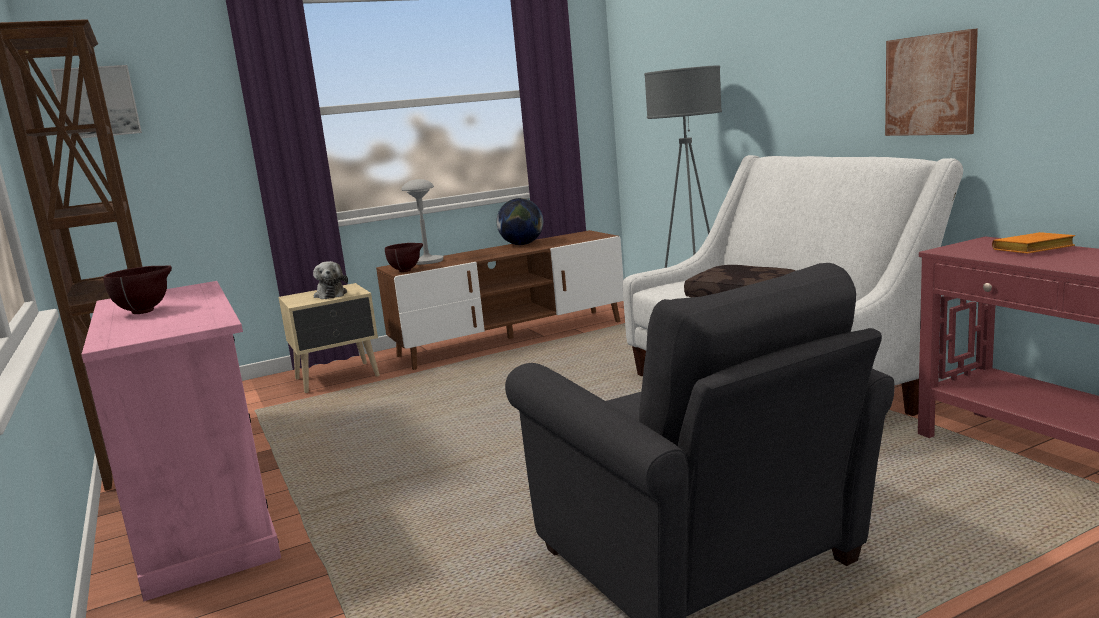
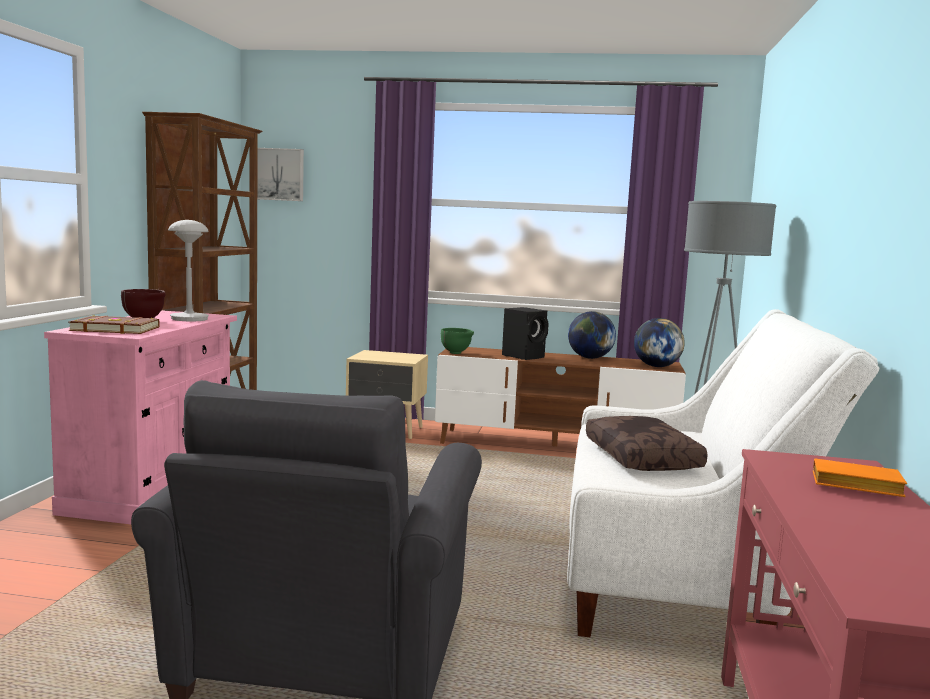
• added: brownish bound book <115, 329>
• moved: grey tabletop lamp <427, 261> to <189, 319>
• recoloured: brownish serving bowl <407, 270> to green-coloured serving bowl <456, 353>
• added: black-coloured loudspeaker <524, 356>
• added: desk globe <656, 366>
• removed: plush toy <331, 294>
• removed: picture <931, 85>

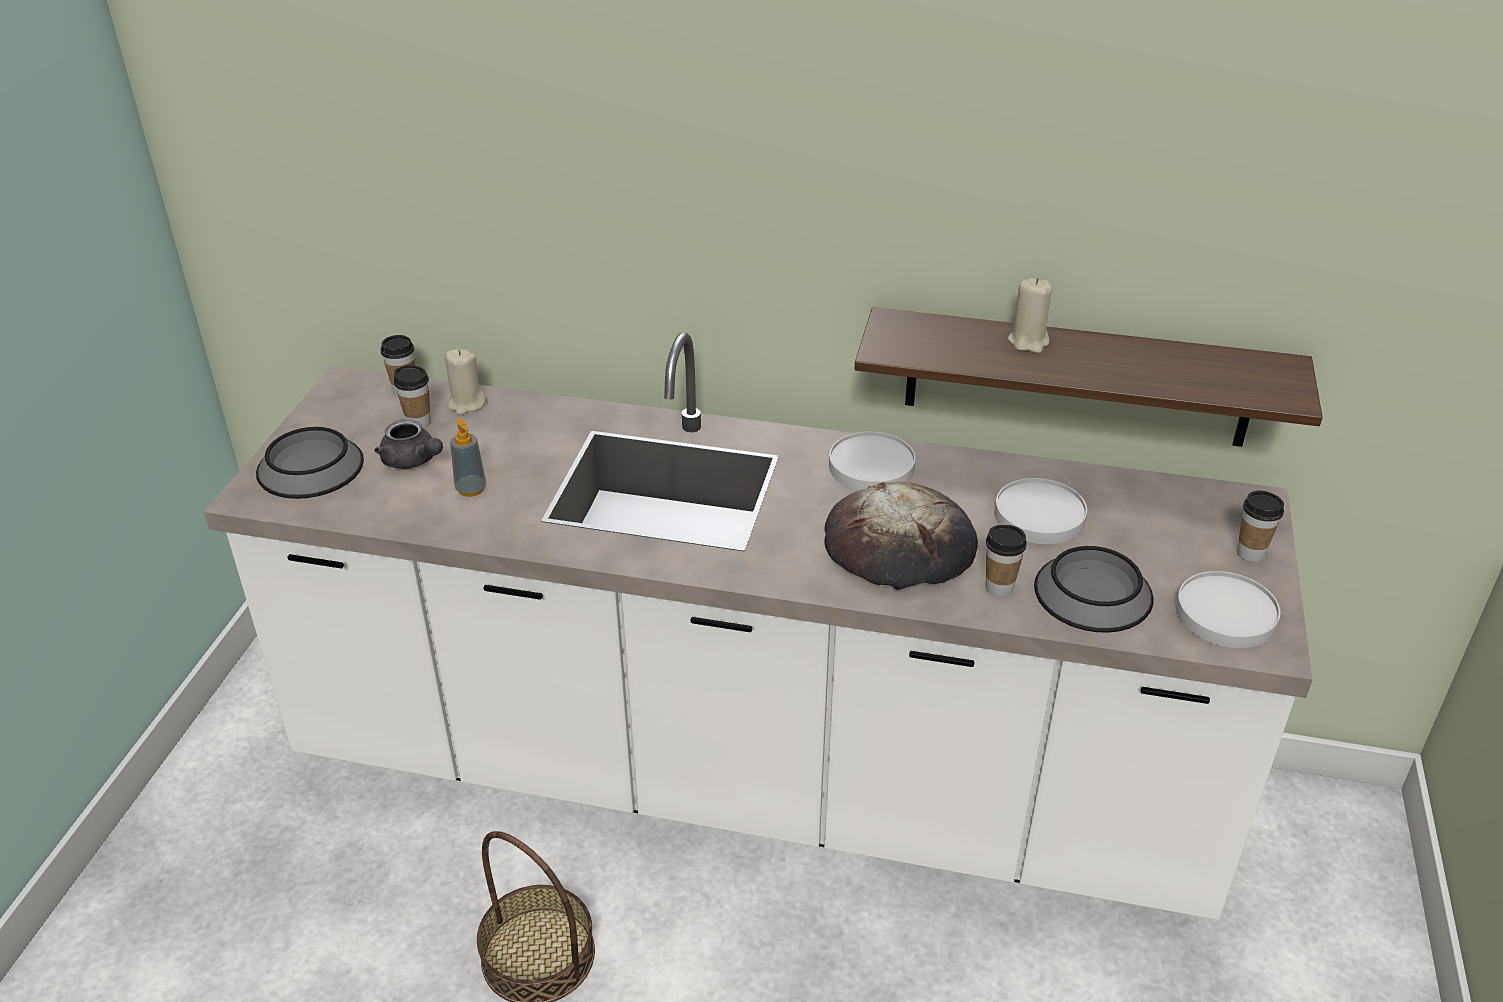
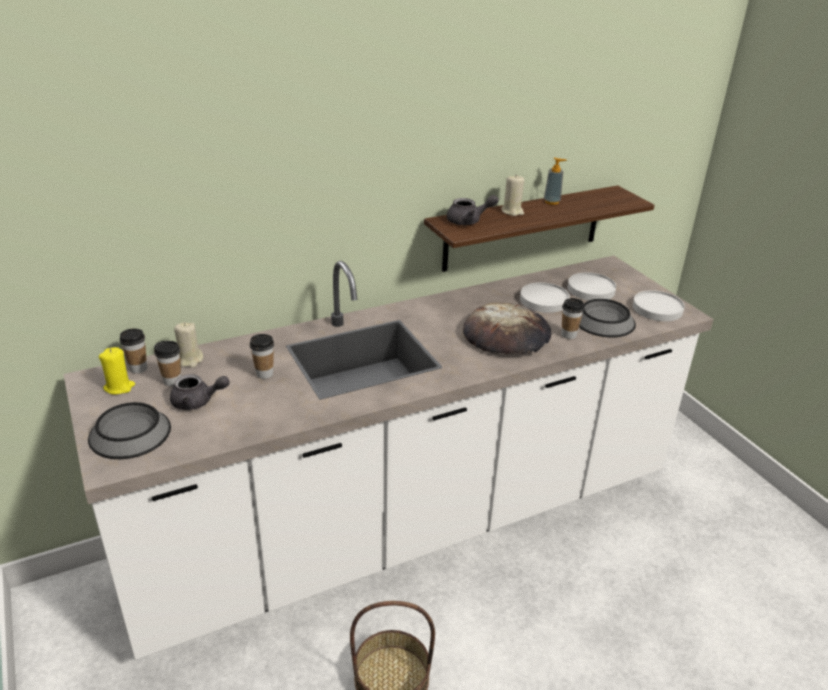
• added: yellow candle <119, 387>
• moved: small cup <1250, 553> to <264, 374>
• added: grey tea pot <468, 221>
• moved: liquid soap bottle <471, 489> to <551, 202>
• moved: whitish dinner plate <872, 466> to <591, 289>

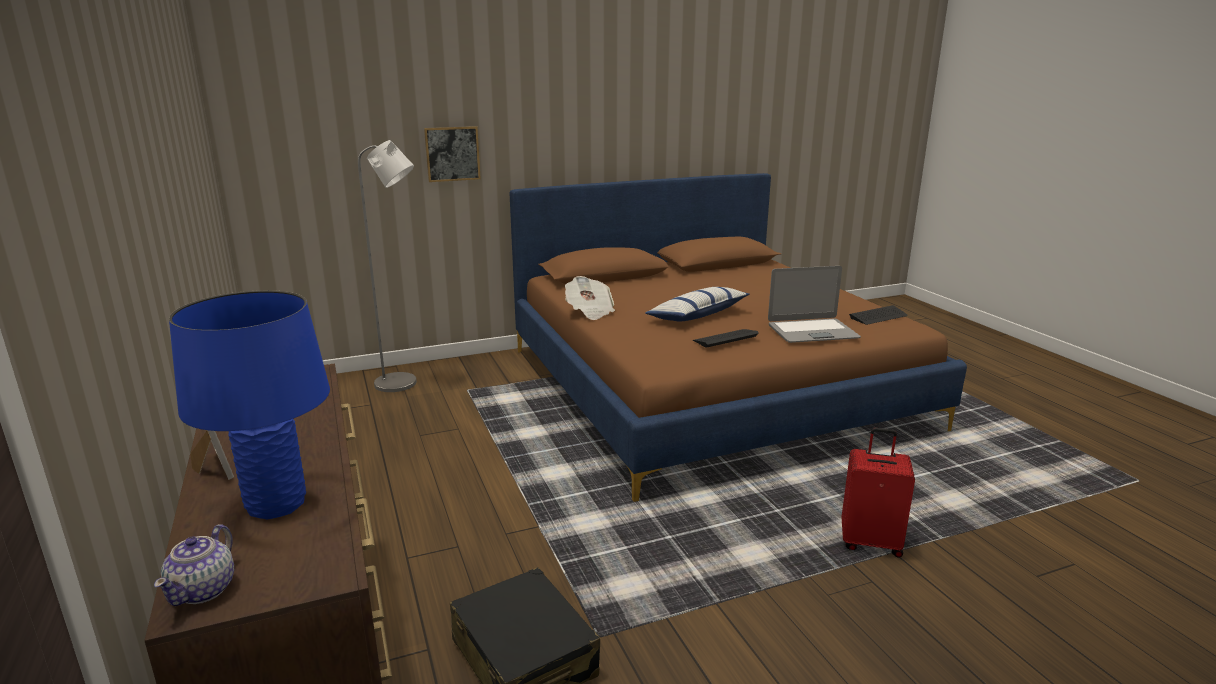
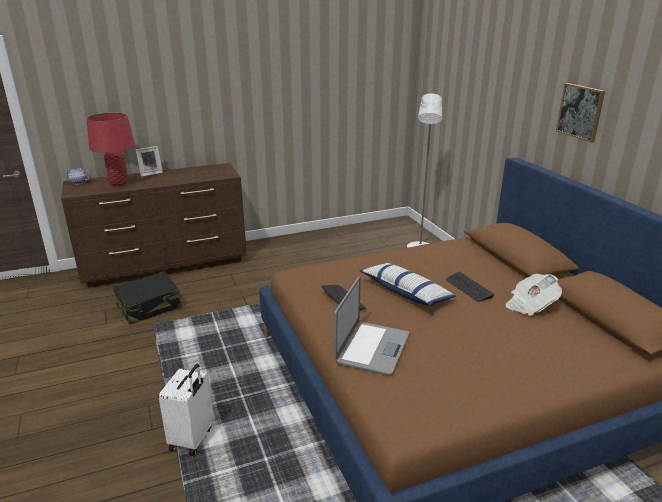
• recoloured: blue-coloured tabletop lamp <276, 504> to reddish tabletop lamp <119, 183>
• recoloured: reddish travel case <870, 542> to whitish travel case <192, 439>
• turned: portable computer <812, 332> = <372, 348> 150 degrees counterclockwise
• moved: computer keyboard <878, 316> to <468, 288>
• moved: newspaper <589, 311> to <530, 305>
• moved: picture <452, 154> to <580, 112>

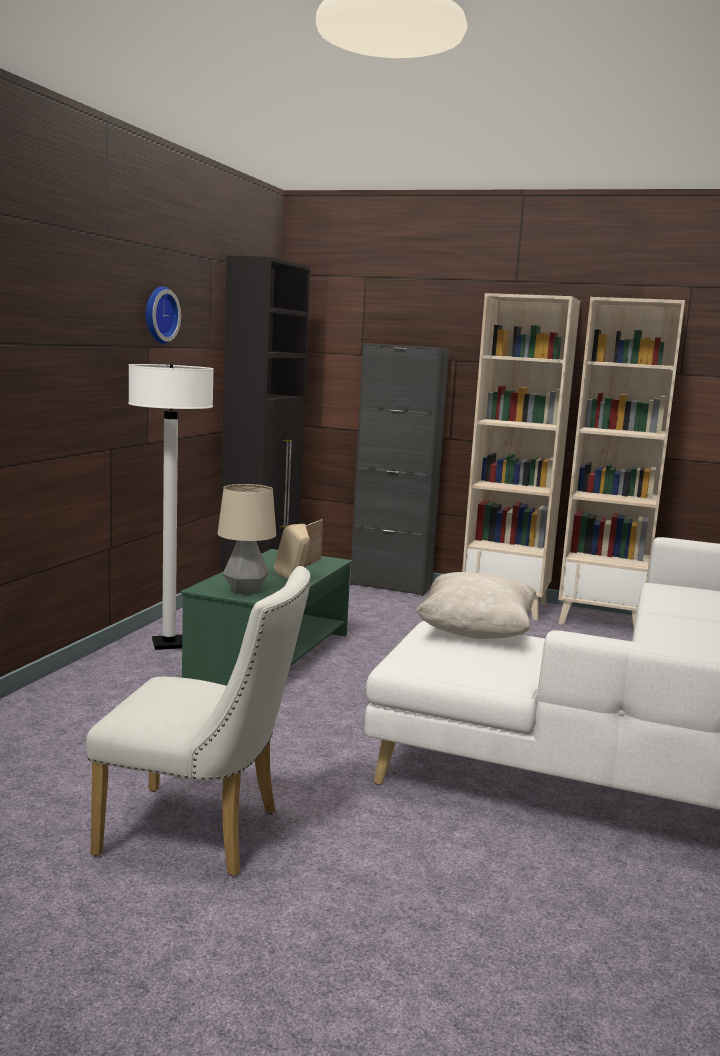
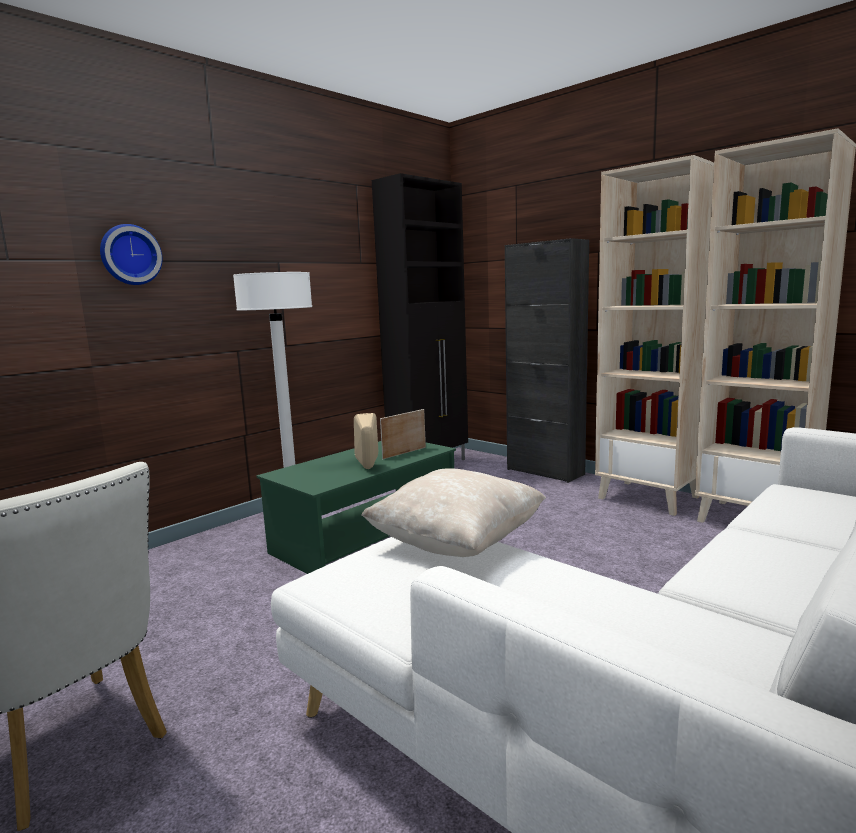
• moved: wall clock <158, 315> to <130, 255>
• removed: tabletop lamp <245, 591>

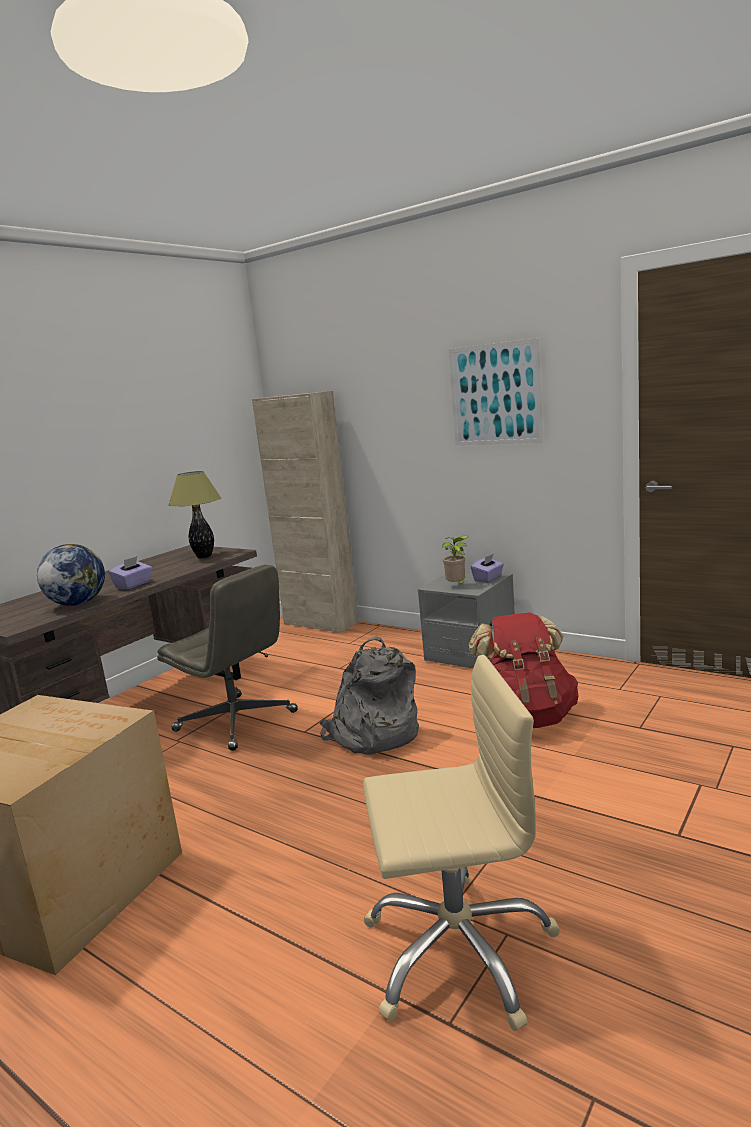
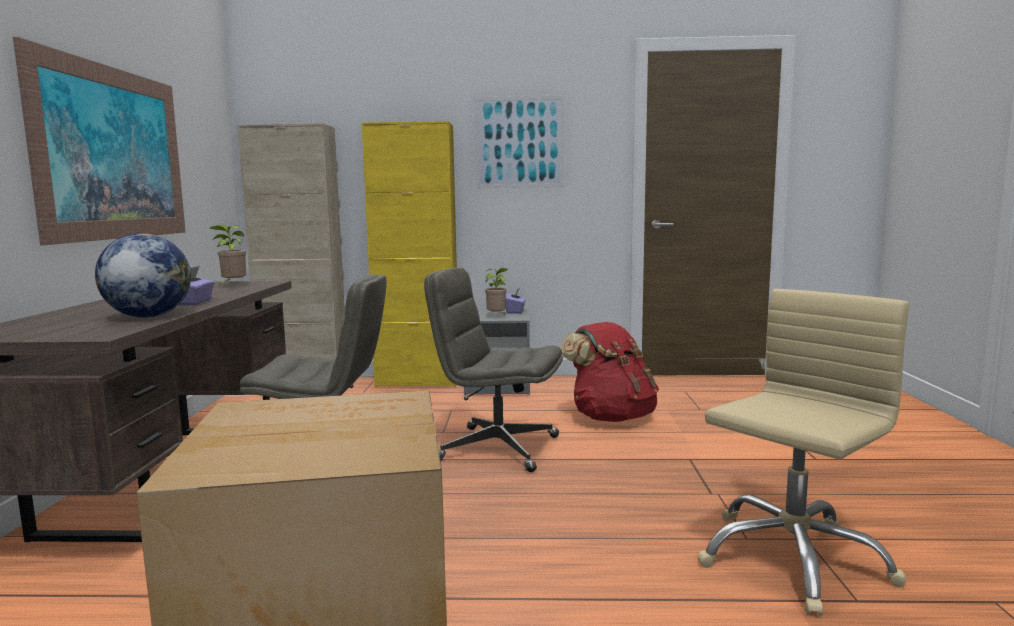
• added: picture <113, 153>
• replaced: tabletop lamp <204, 556> to plant in a pot <232, 286>
• added: yellow cabinet <418, 382>
• replaced: grey knapsack <373, 734> to grey office chair <496, 448>

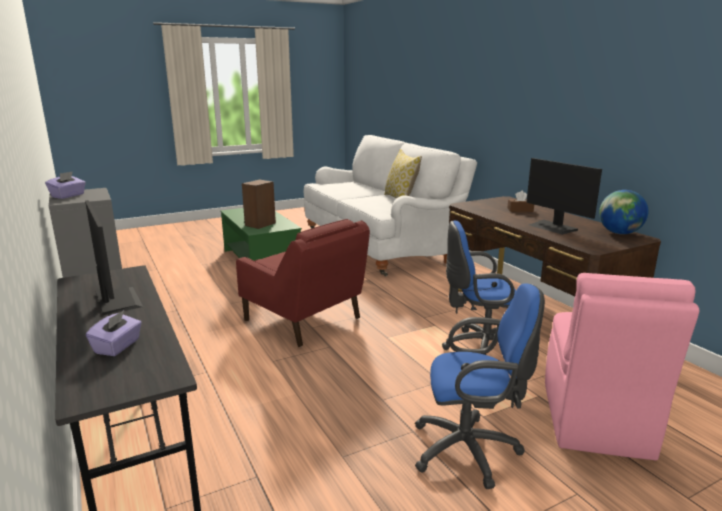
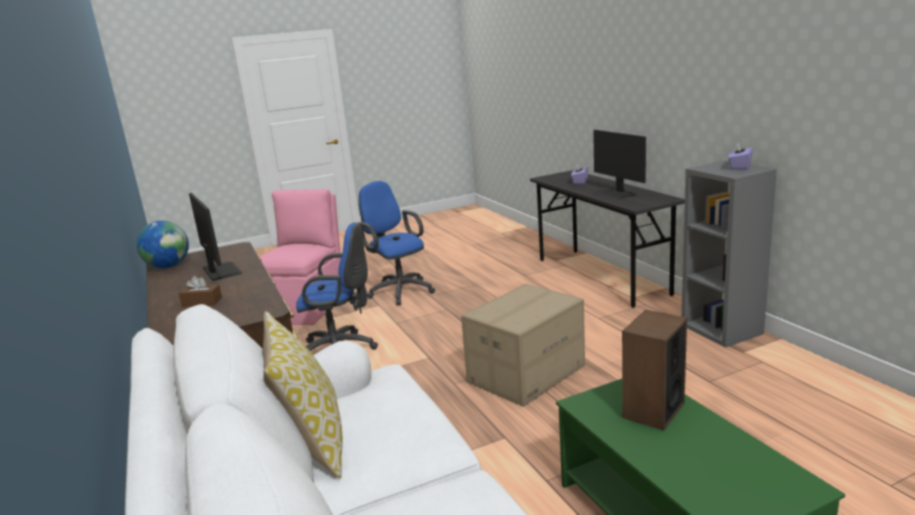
• turned: blue-coloured office chair <471, 450> = <399, 290> 45 degrees clockwise
• replaced: reddish armchair <304, 320> to cardboard box <526, 373>

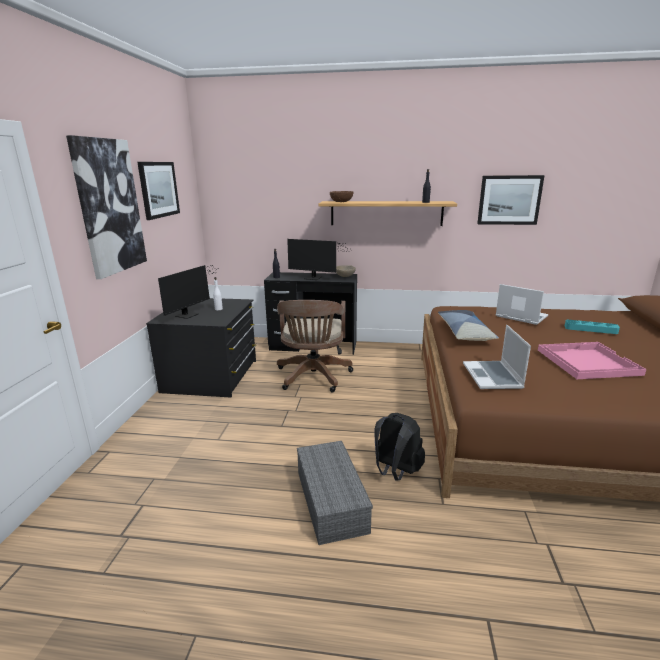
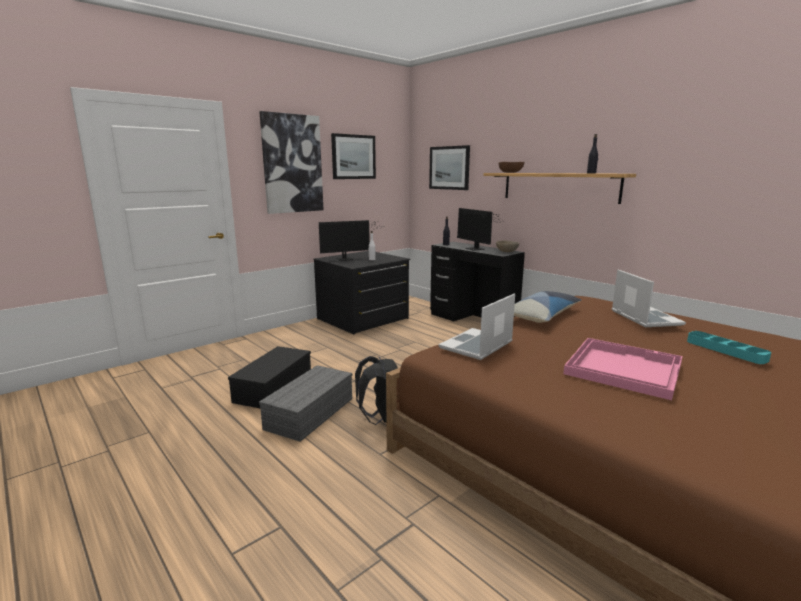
• added: black-coloured storage box <273, 387>
• moved: picture <509, 200> to <449, 168>
• removed: brownish office chair <313, 378>

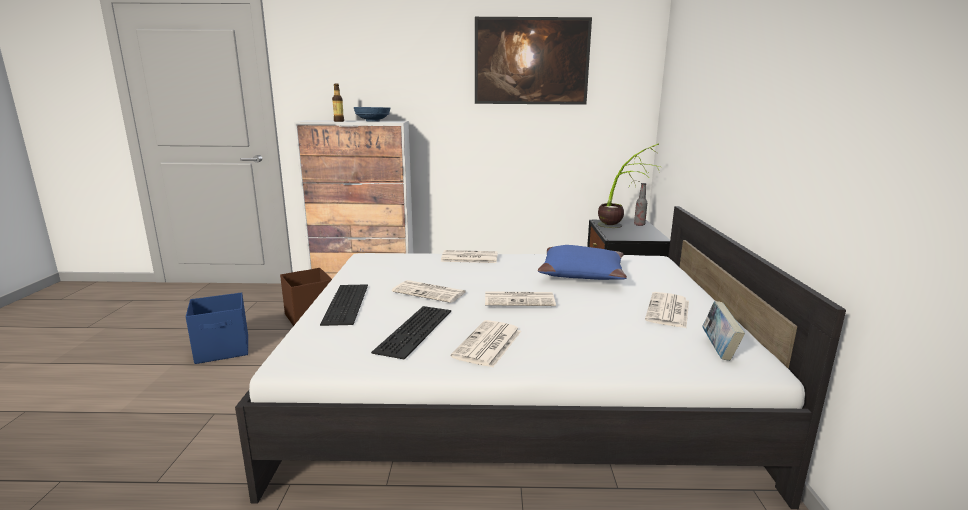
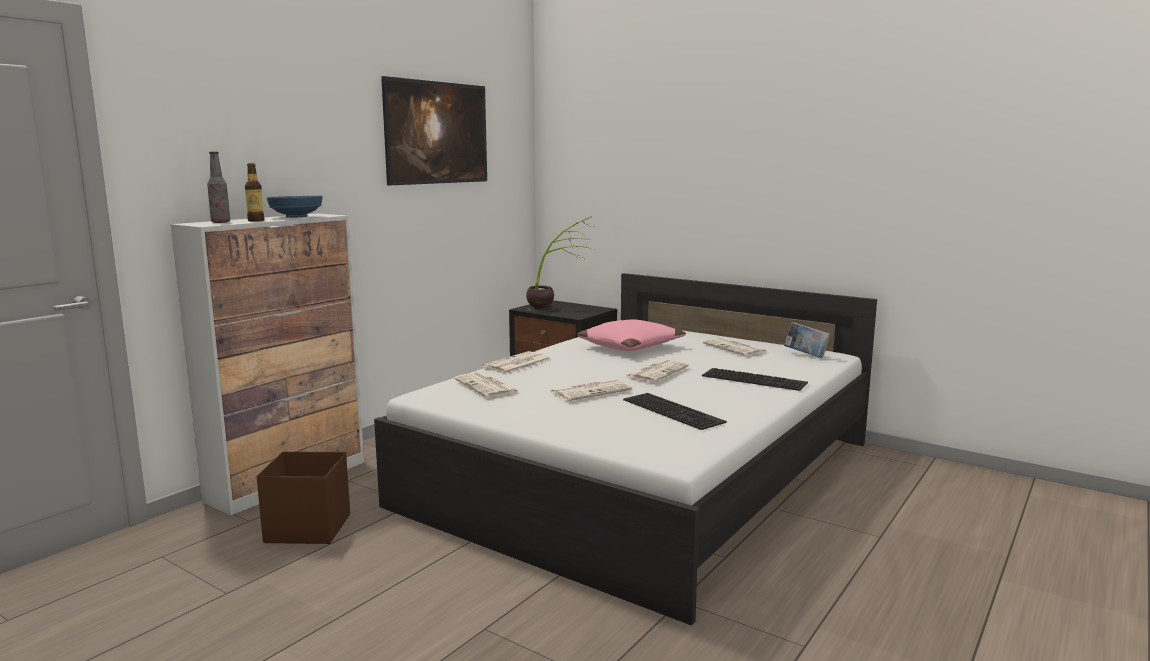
• moved: bottle <639, 224> to <220, 222>
• moved: newspaper <488, 344> to <487, 386>
• recoloured: blue-coloured cushion <582, 273> to pinkish cushion <630, 346>
• moved: computer keyboard <348, 304> to <755, 379>
• removed: blue-coloured storage box <223, 349>

